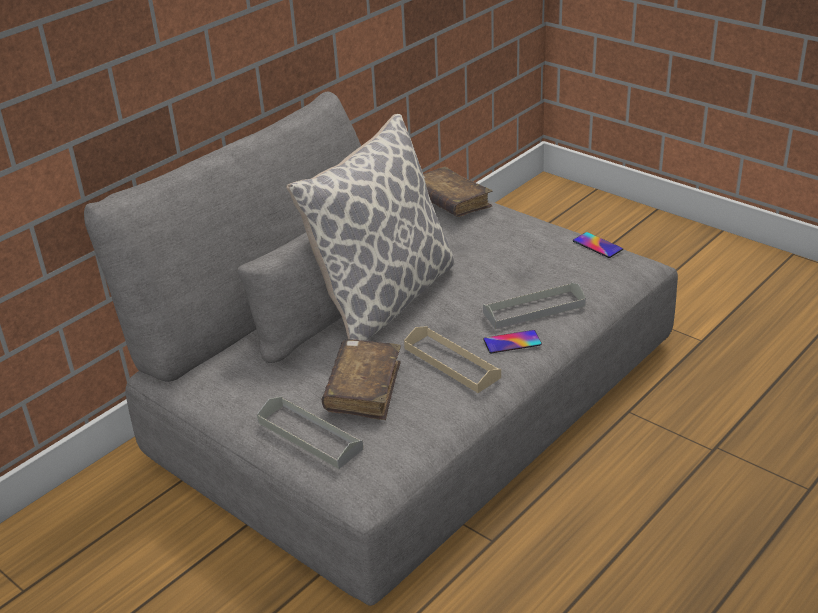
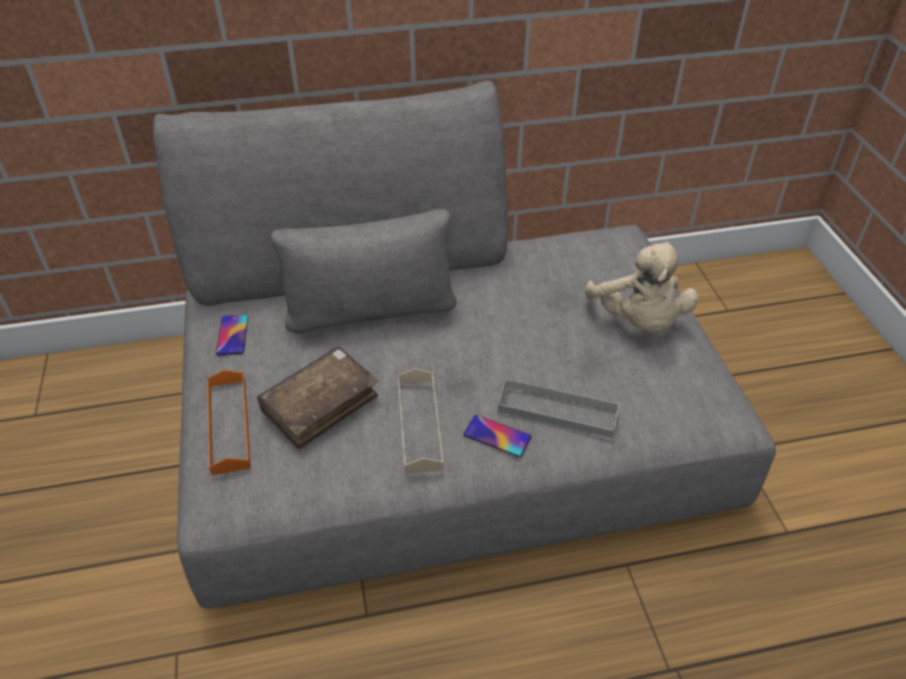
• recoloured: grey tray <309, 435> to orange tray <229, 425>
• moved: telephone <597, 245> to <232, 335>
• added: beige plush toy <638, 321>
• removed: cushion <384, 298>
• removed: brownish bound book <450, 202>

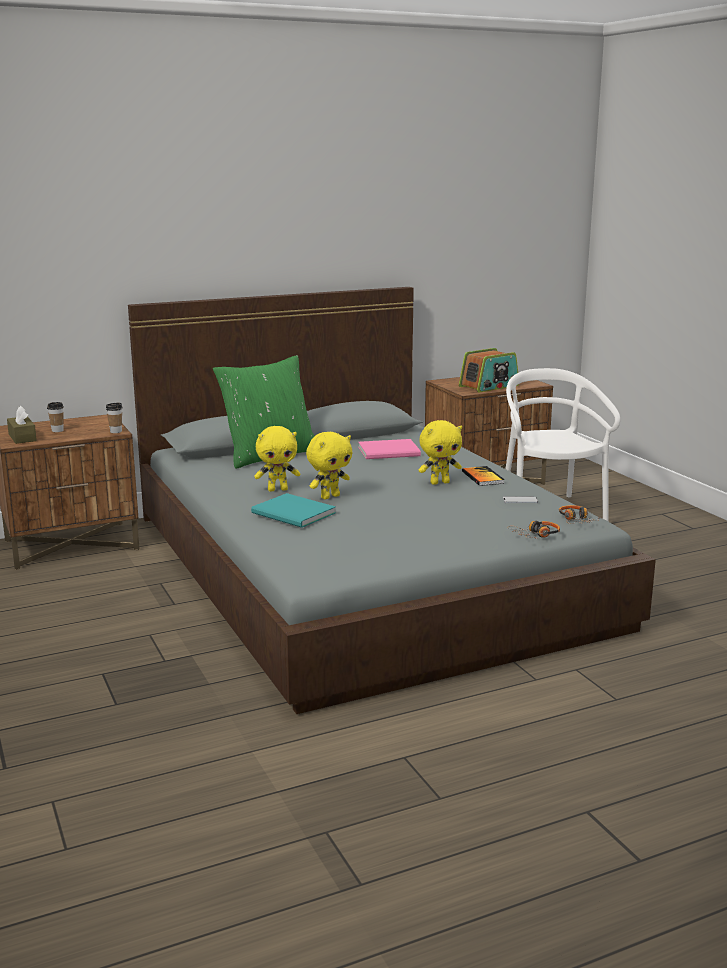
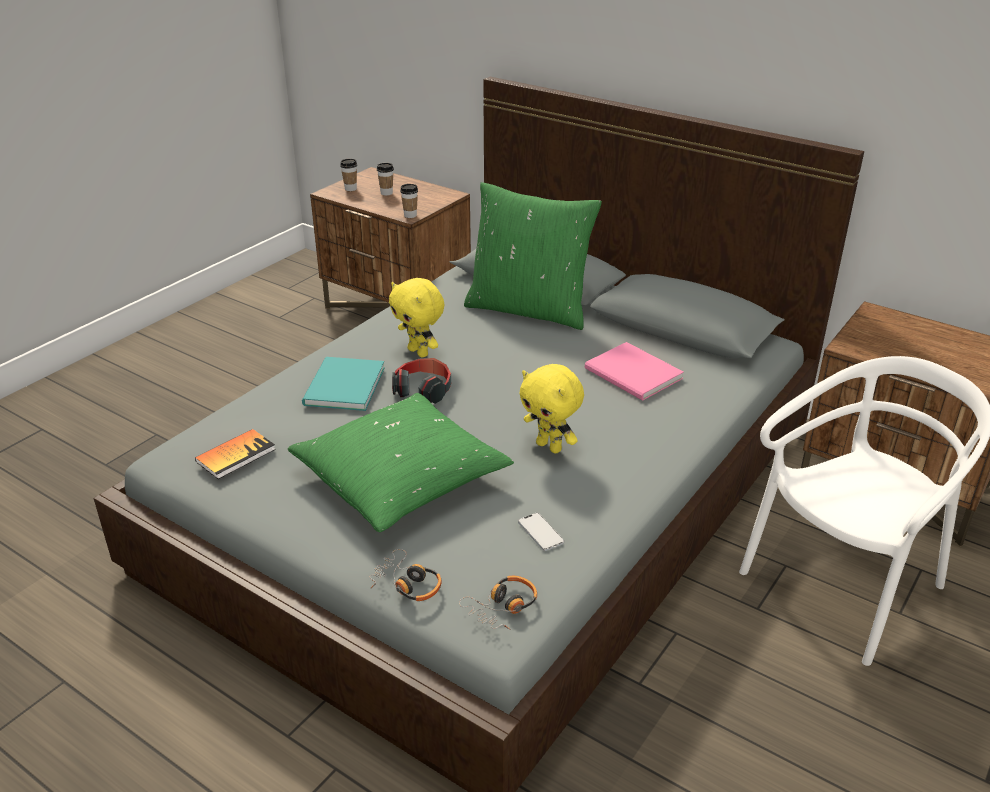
• moved: bound book <482, 477> to <236, 455>
• added: green-coloured cushion <401, 478>
• replaced: brownish tissue box <22, 437> to small cup <350, 189>
• replaced: yellow plush toy <330, 496> to headphones <423, 389>
• removed: radio receiver <489, 386>

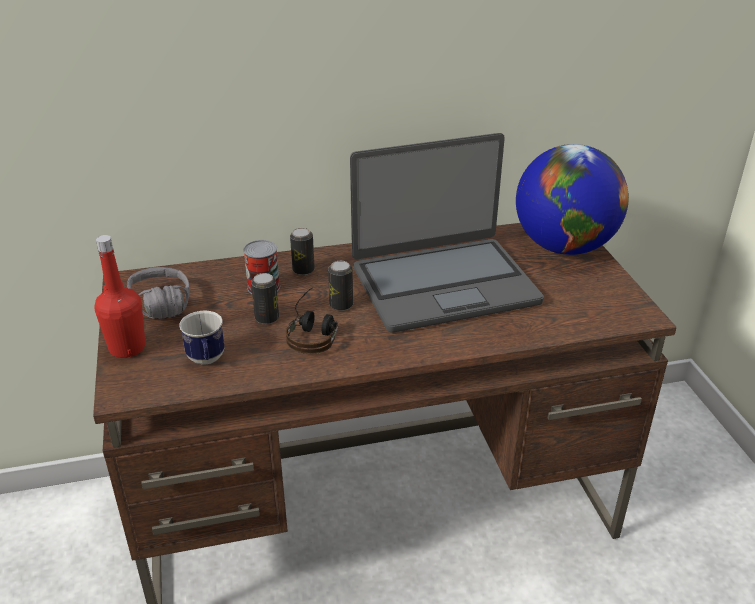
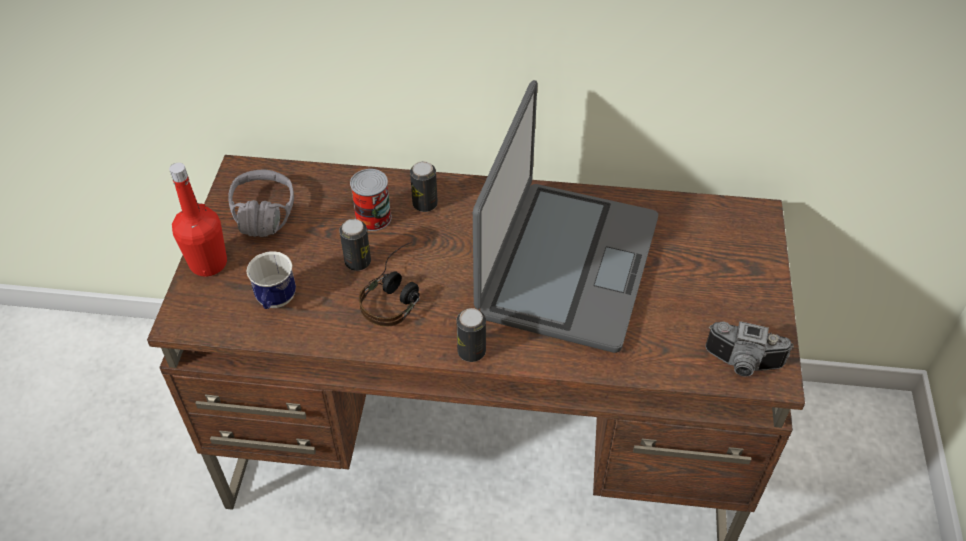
• moved: metal can <341, 305> to <471, 351>
• turned: portable computer <443, 284> = <566, 266> 75 degrees counterclockwise
• added: still camera <742, 365>
• removed: desk globe <564, 247>

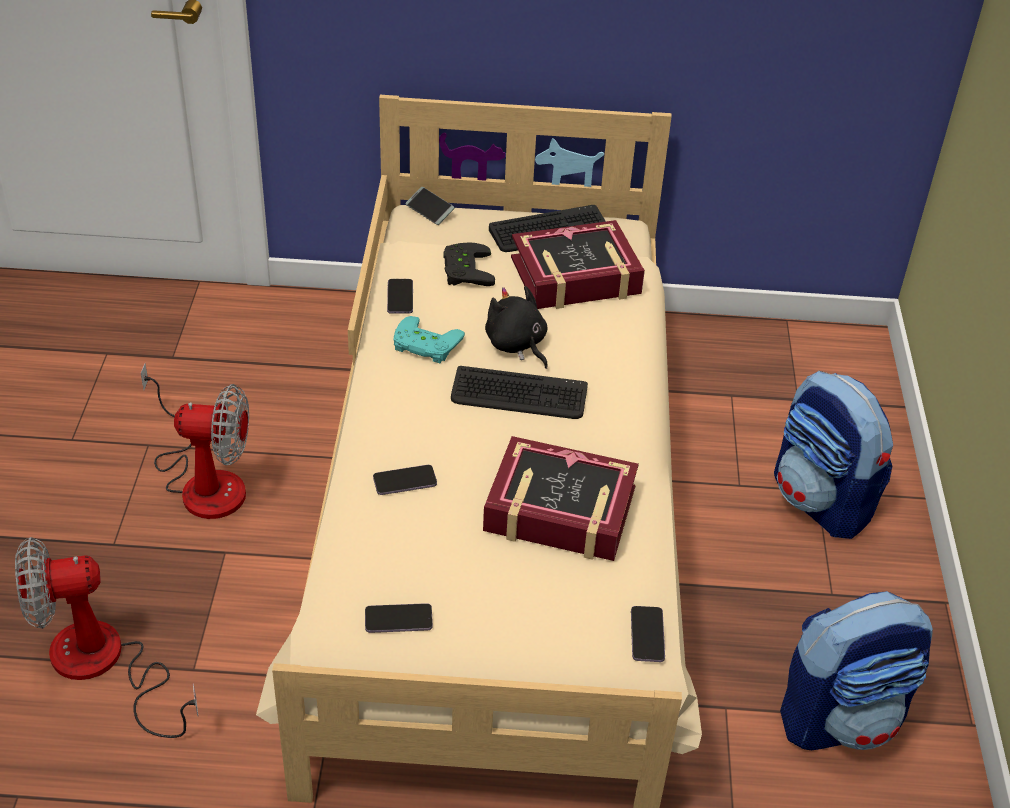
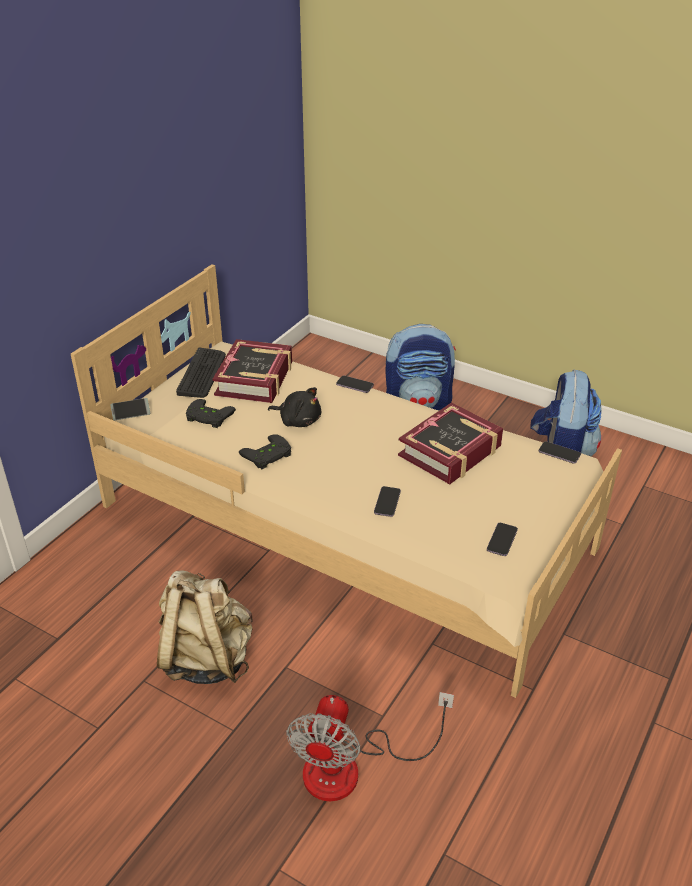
• replaced: cooling fan <204, 480> to beige knapsack <207, 658>
• recoloured: turquoise-coloured gamepad <424, 346> to black-coloured gamepad <268, 456>
• turned: black-coloured plush toy <517, 345> = <298, 420> 150 degrees counterclockwise
• moved: telephone <400, 298> to <354, 385>
• removed: computer keyboard <519, 395>

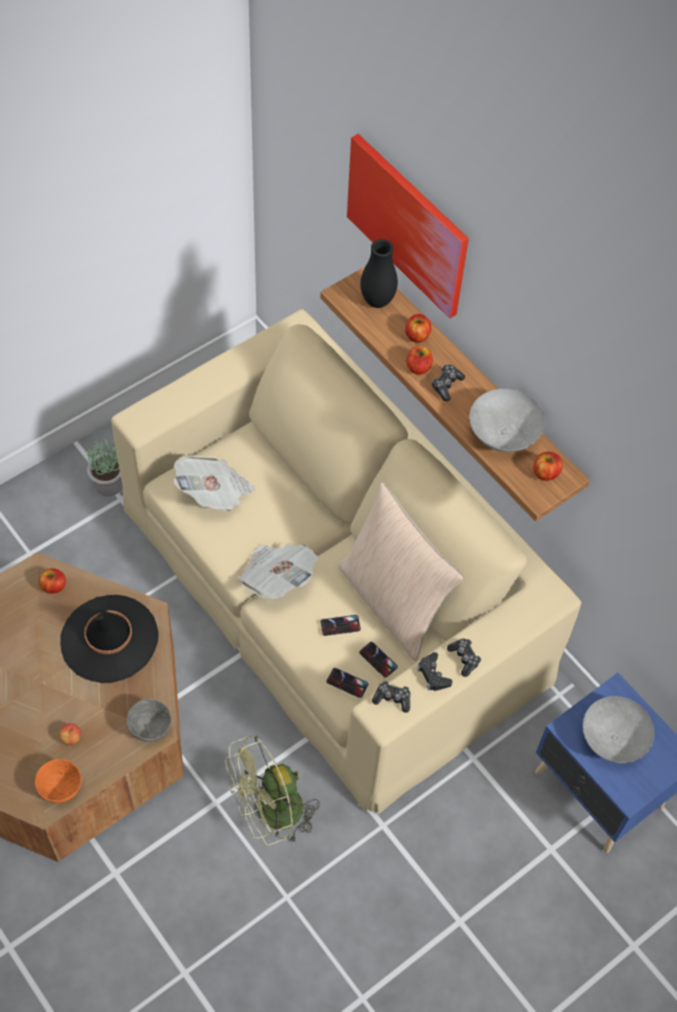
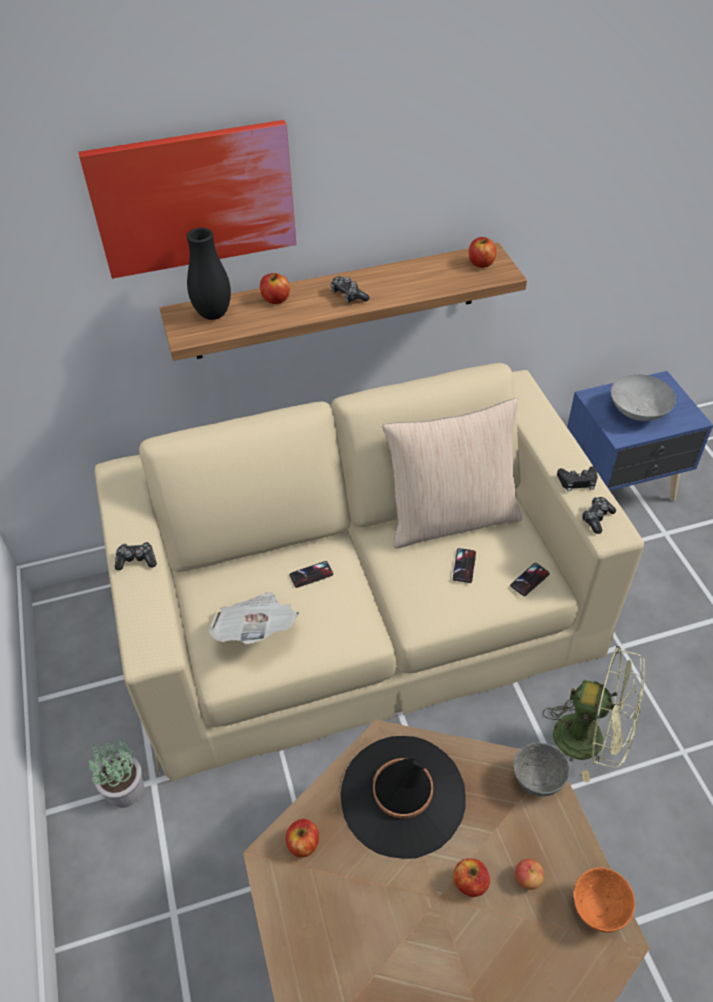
• moved: gamepad <464, 658> to <136, 560>
• moved: telephone <378, 660> to <311, 574>
• moved: apple fruit <418, 367> to <470, 882>
• turned: green-coloured cooling fan <270, 814> = <590, 739> 60 degrees counterclockwise
• removed: newspaper <277, 578>
• removed: grey serving bowl <502, 434>

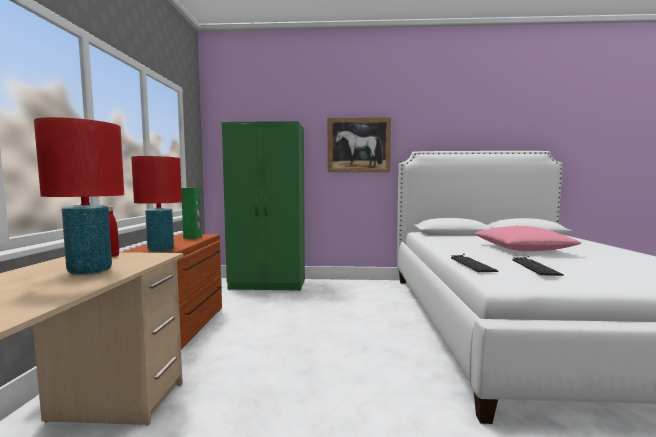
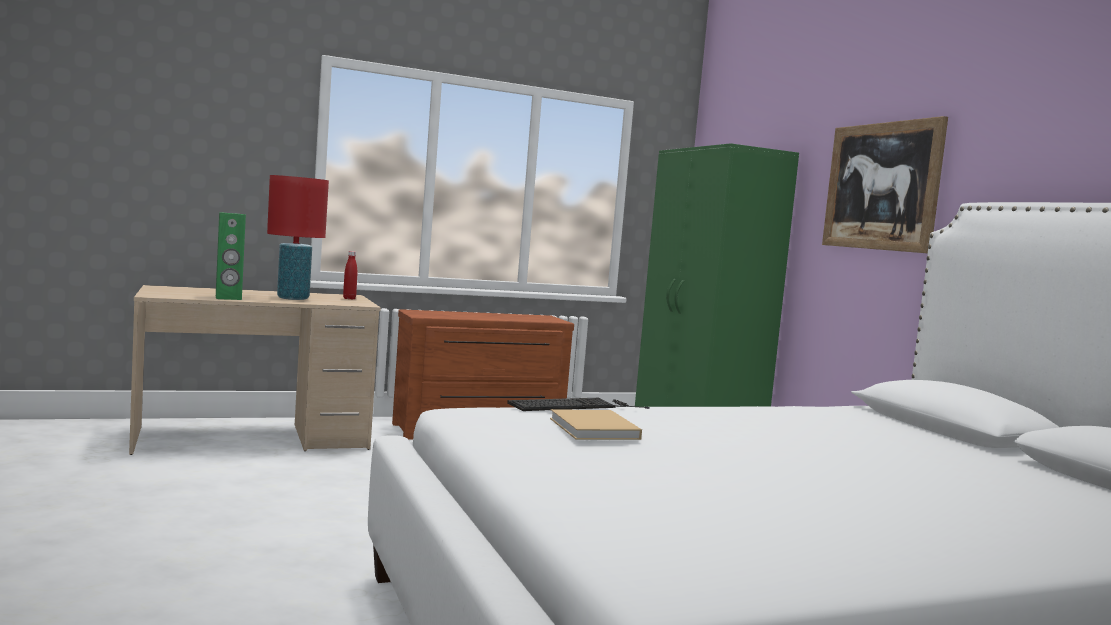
• moved: green-coloured loudspeaker <192, 237> to <228, 298>
• replaced: computer keyboard <533, 265> to beige bound book <595, 429>
• removed: reddish tabletop lamp <160, 250>
• removed: pinkish cushion <522, 249>

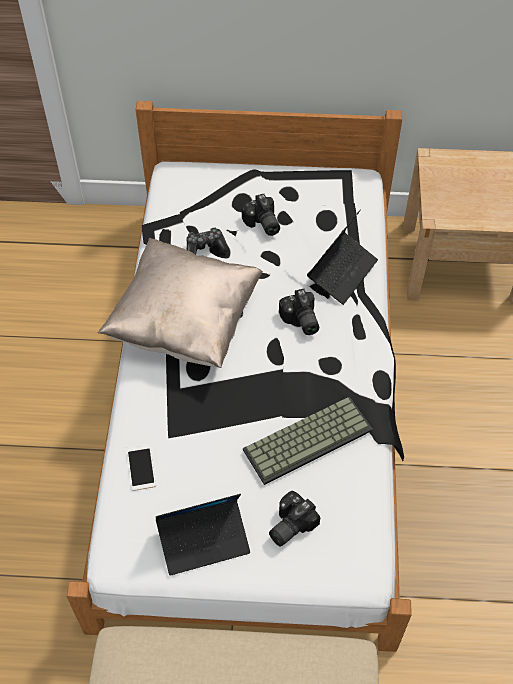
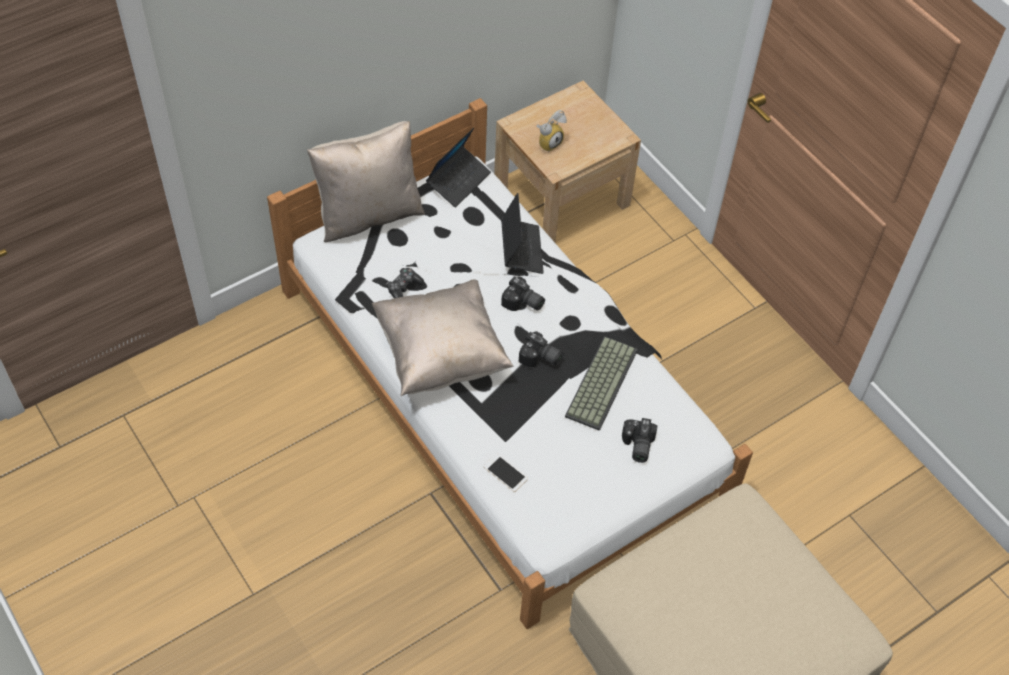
• added: beige cushion <368, 214>
• moved: portable computer <204, 540> to <458, 181>
• moved: still camera <262, 224> to <540, 358>
• added: bedside clock <548, 142>

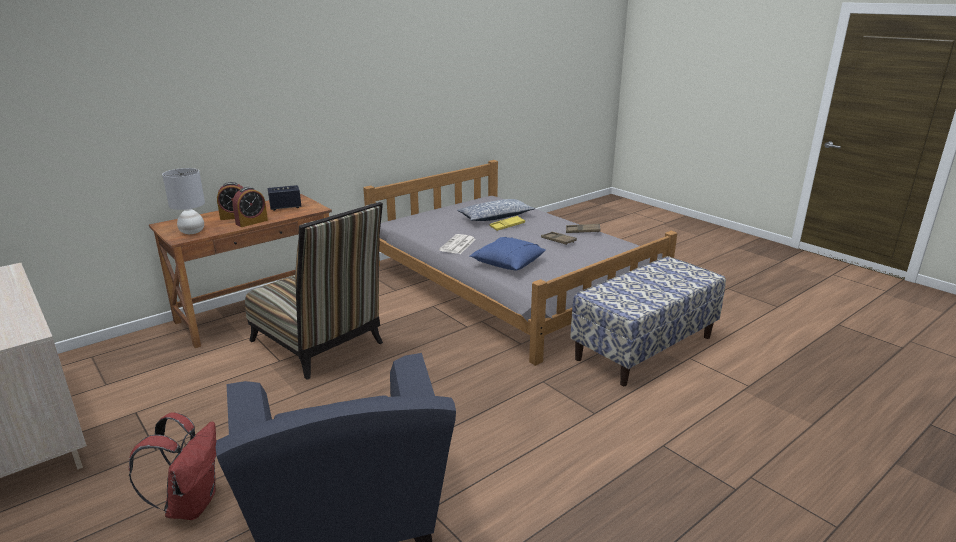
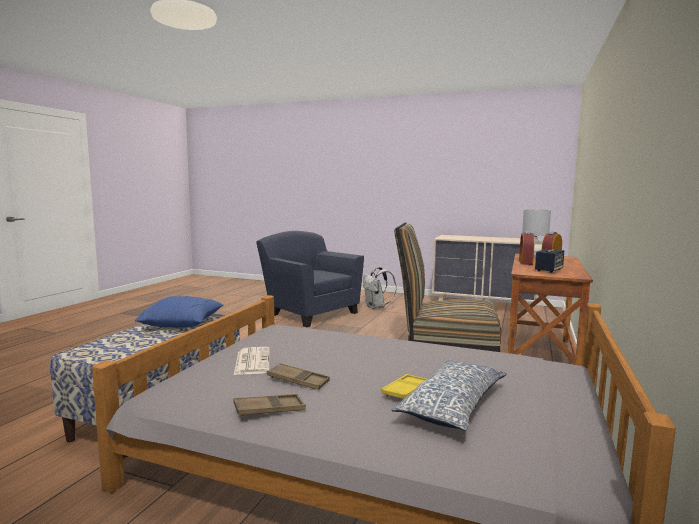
• moved: blue-coloured cushion <507, 263> to <182, 324>
• moved: newspaper <458, 245> to <252, 361>
• recoloured: reddish knapsack <191, 504> to whitish knapsack <376, 307>

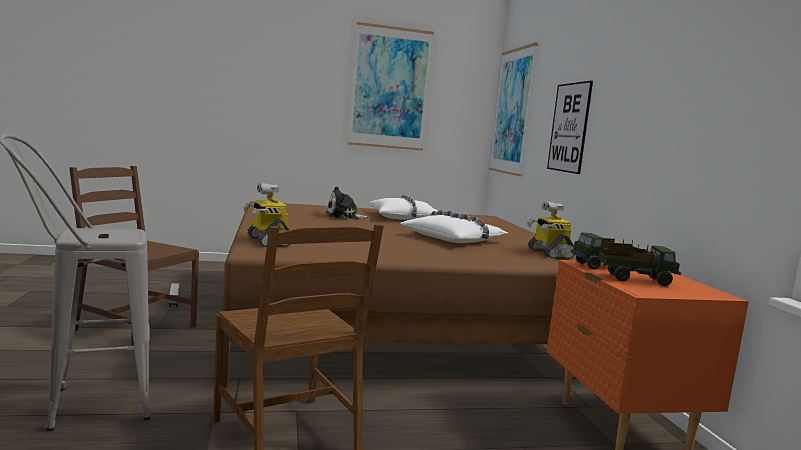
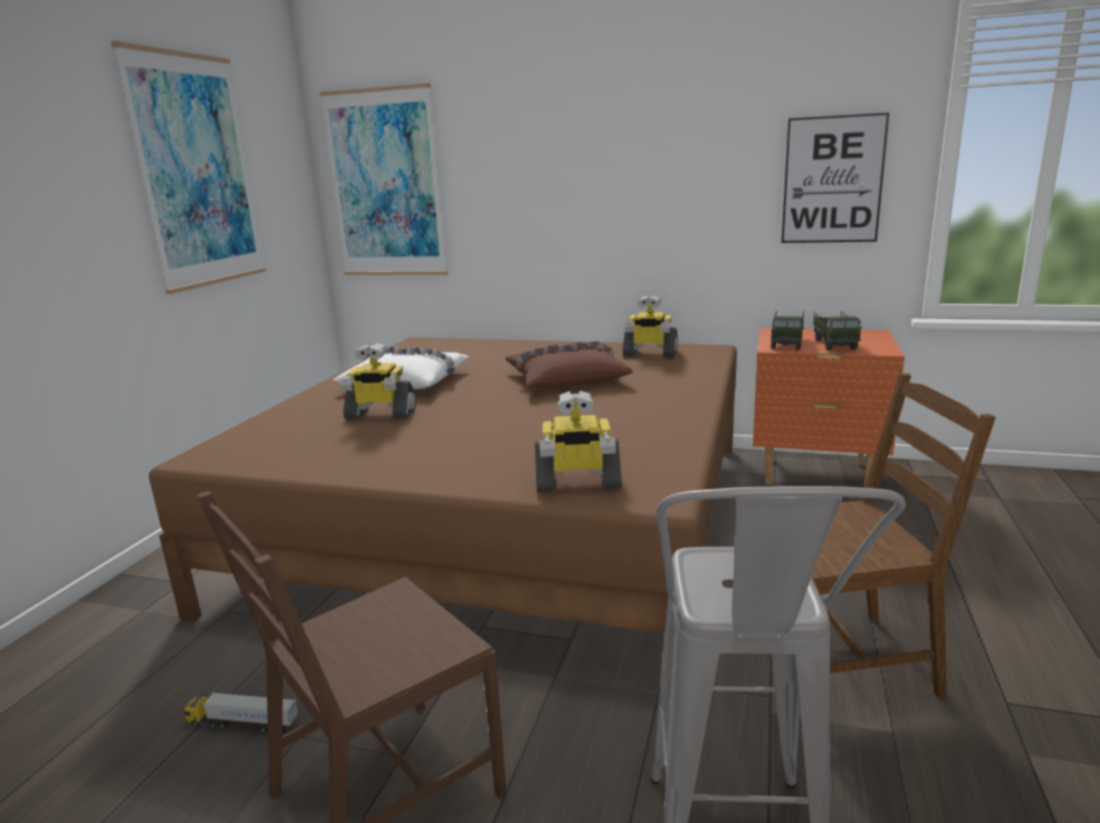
• replaced: plush toy <344, 216> to model robot <380, 414>
• recoloured: whitish cushion <454, 239> to brownish cushion <566, 378>
• moved: picture <569, 127> to <832, 180>
• turned: toy lorry <635, 279> = <835, 344> 150 degrees clockwise

